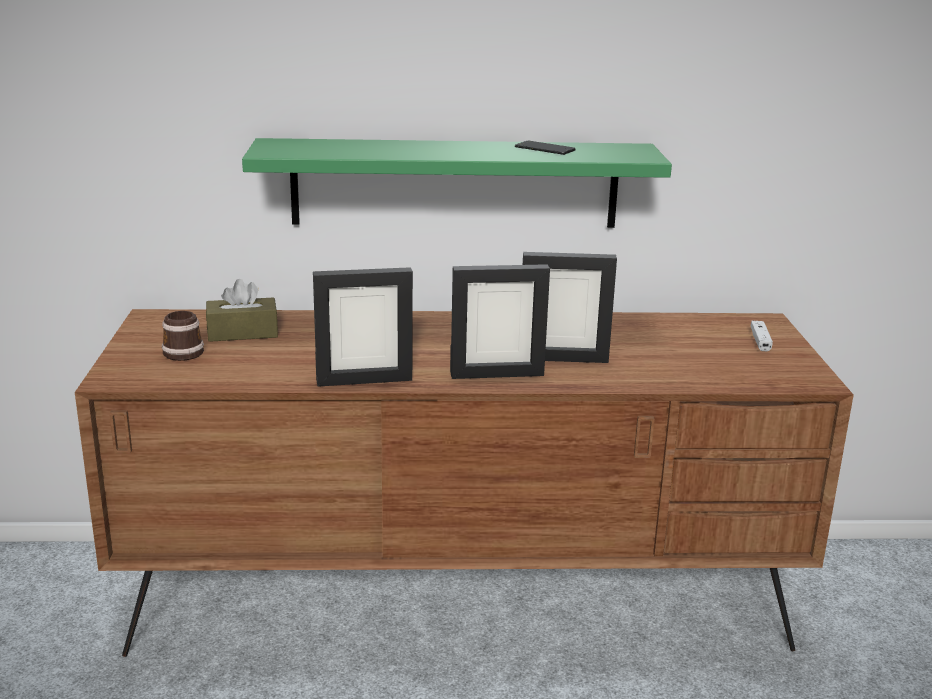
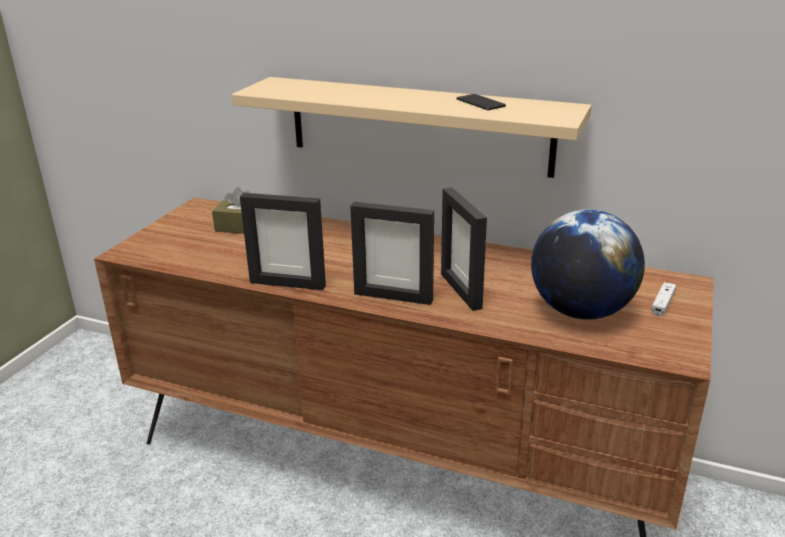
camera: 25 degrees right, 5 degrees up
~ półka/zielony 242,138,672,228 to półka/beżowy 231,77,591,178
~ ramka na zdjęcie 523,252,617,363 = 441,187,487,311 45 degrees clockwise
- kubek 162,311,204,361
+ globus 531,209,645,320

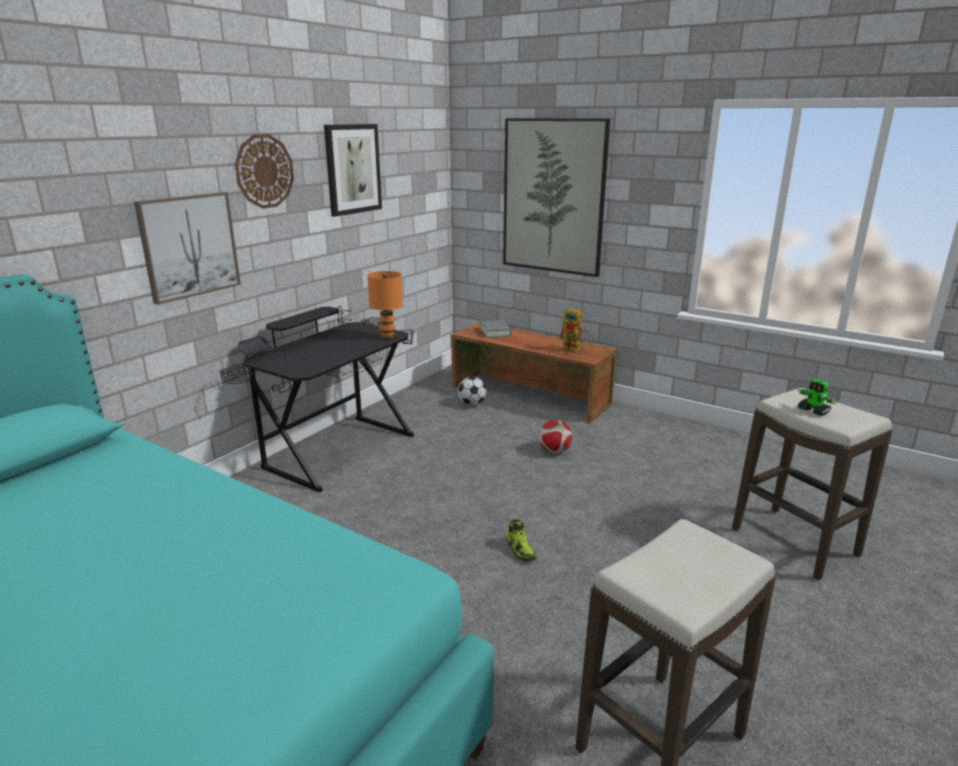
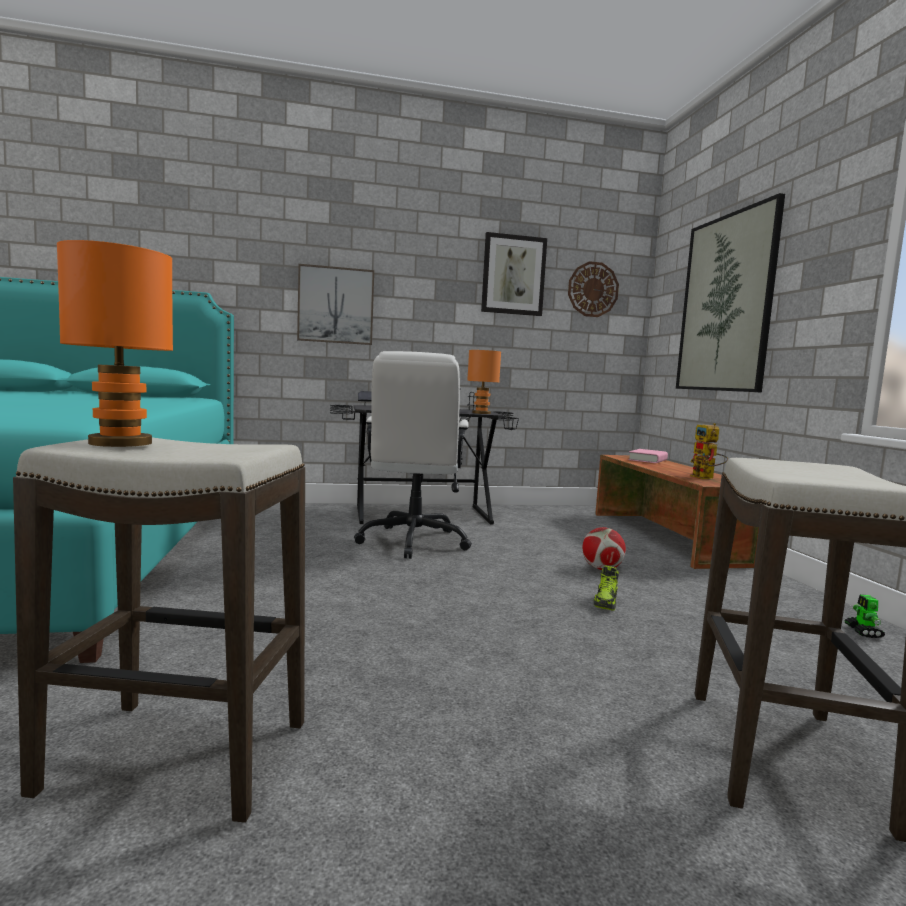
camera: 45 degrees right, 15 degrees down
~ zegar ścienny 235,134,294,209 to 568,261,619,317
~ książka/szary 480,320,512,338 to książka/różowy 628,449,668,463
- piłka futbolowa 458,377,487,406
~ robot zabawkowy 798,379,837,416 to 845,594,885,638
~ but 506,519,537,562 to 594,566,619,611
+ lampa stołowa/pomarańczowy 57,240,173,447
+ krzesło biurowe/biały 354,351,472,559

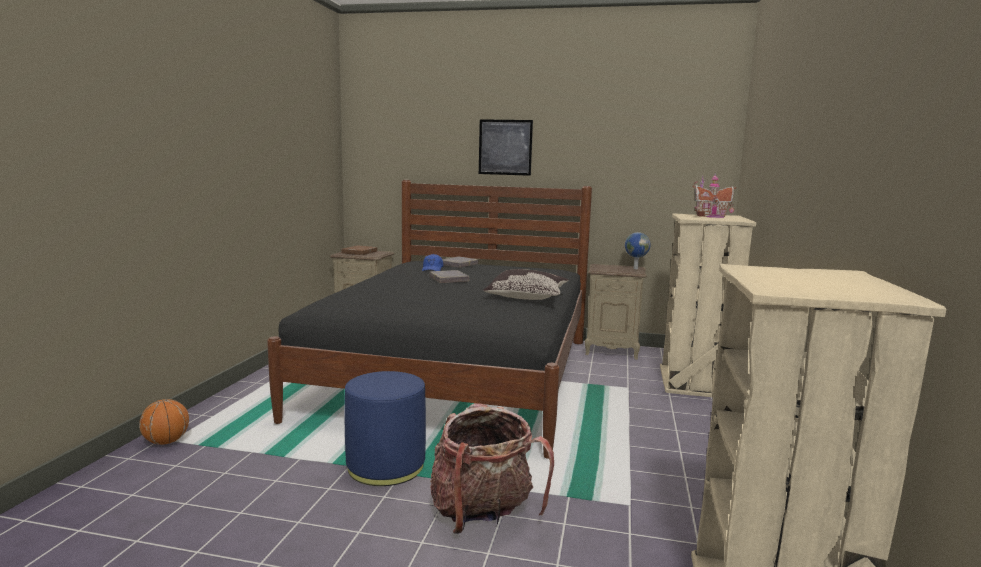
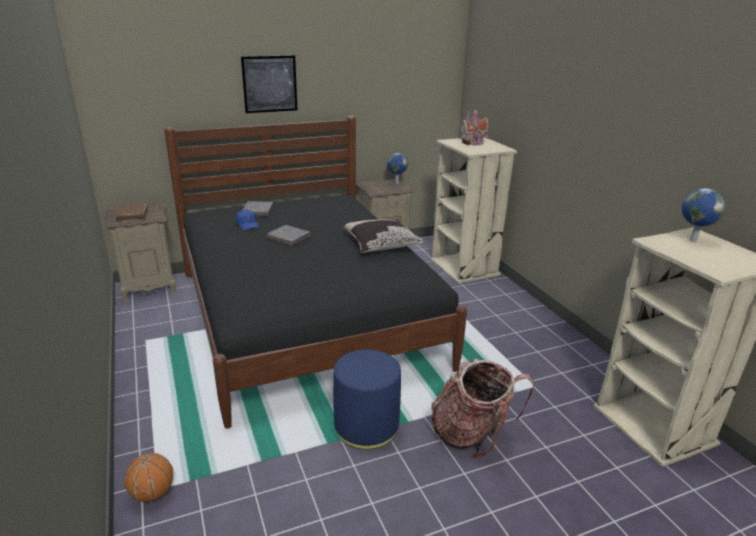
camera: 35 degrees left, 15 degrees up
+ globus 682,188,725,242

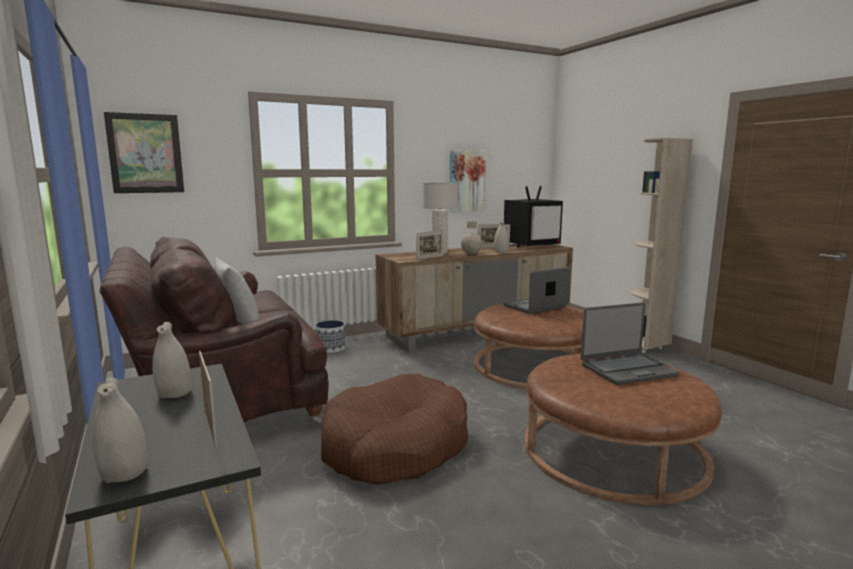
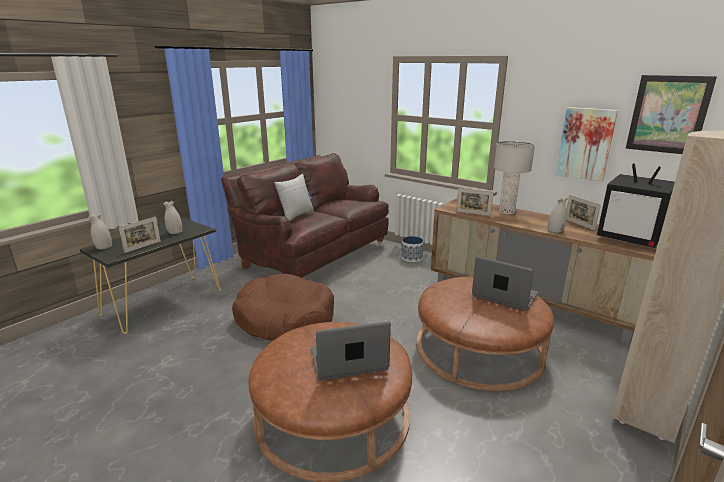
camera: 65 degrees right, 10 degrees up
~ obraz 104,112,184,193 to 626,75,717,154
- globus 461,221,482,255
~ laptop 581,302,679,385 = 311,321,391,381 120 degrees clockwise

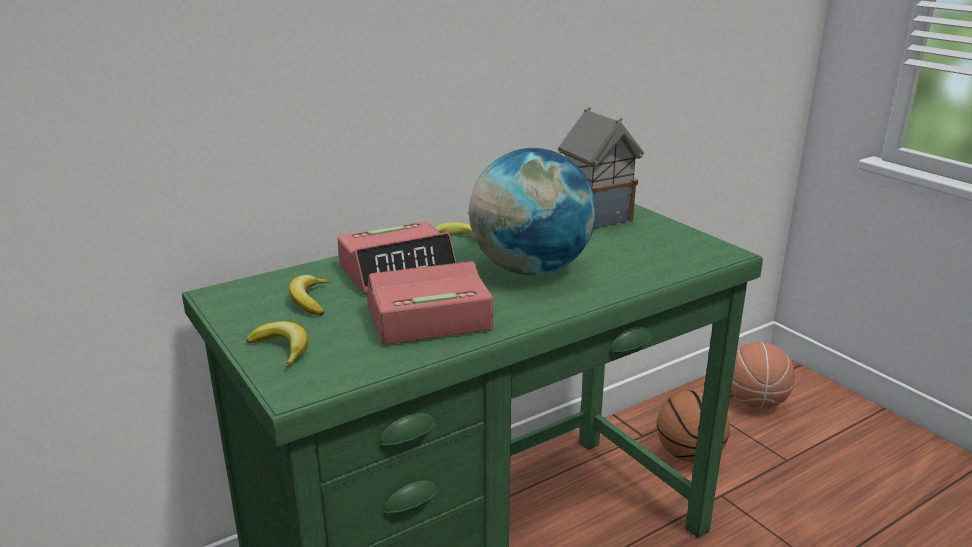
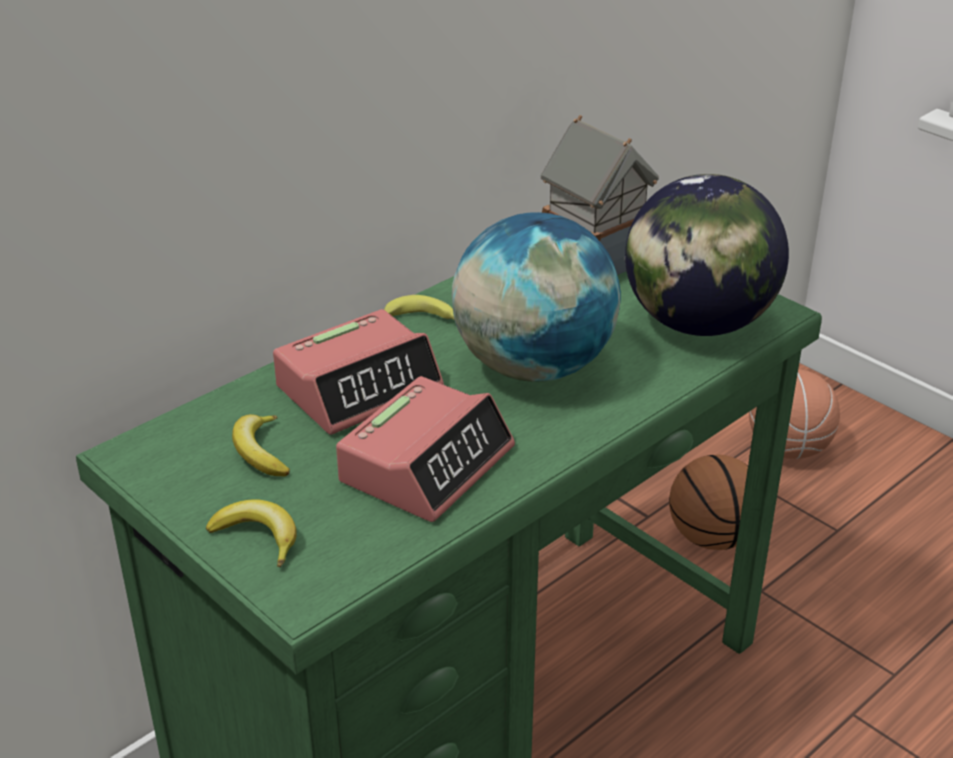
camera: 10 degrees left, 10 degrees up
~ budzik 367,261,493,345 = 336,376,515,522 150 degrees clockwise
+ globus 625,174,789,336

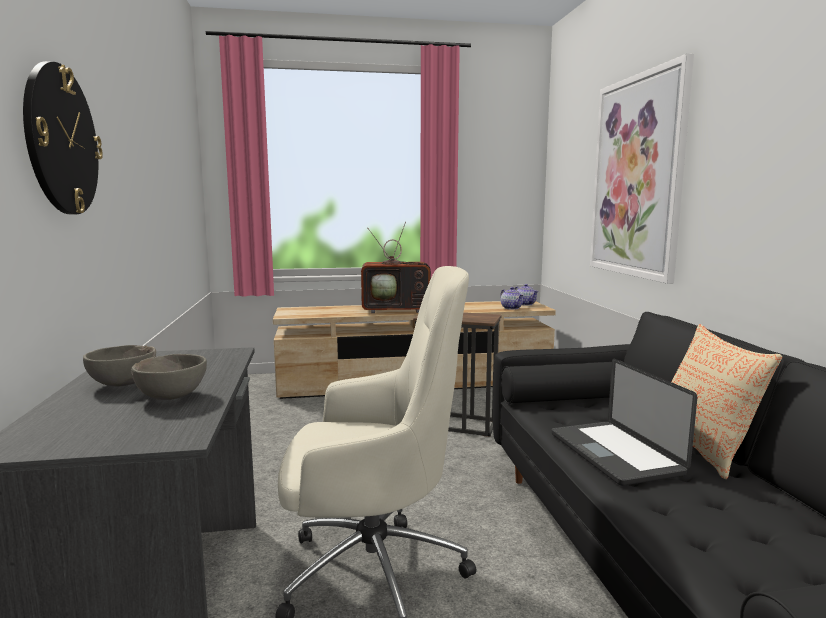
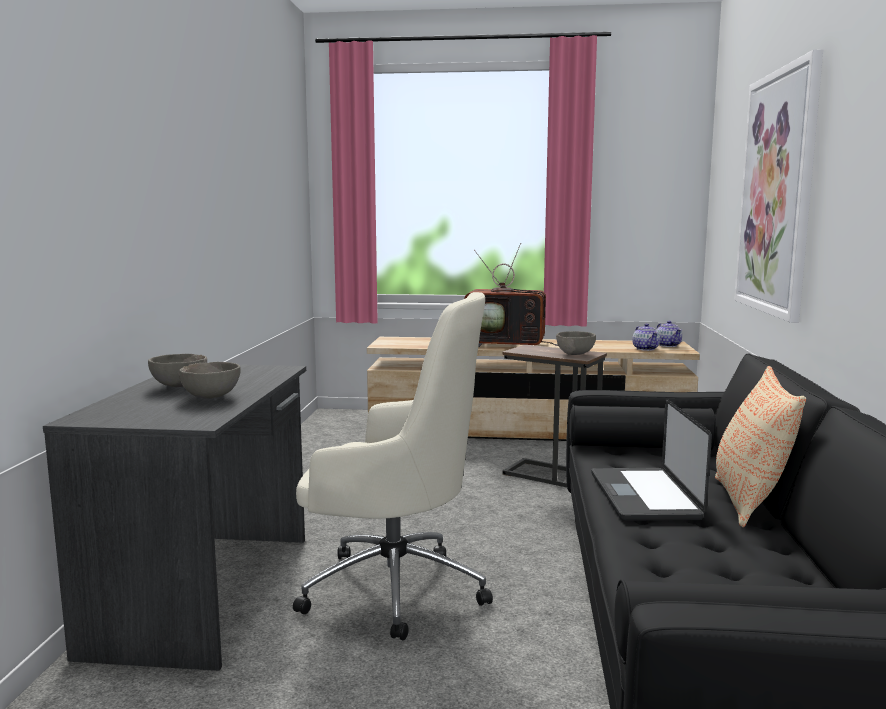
camera: 15 degrees right, 0 degrees up
- zegar ścienny 23,61,103,214
+ miska/szary 556,331,596,355

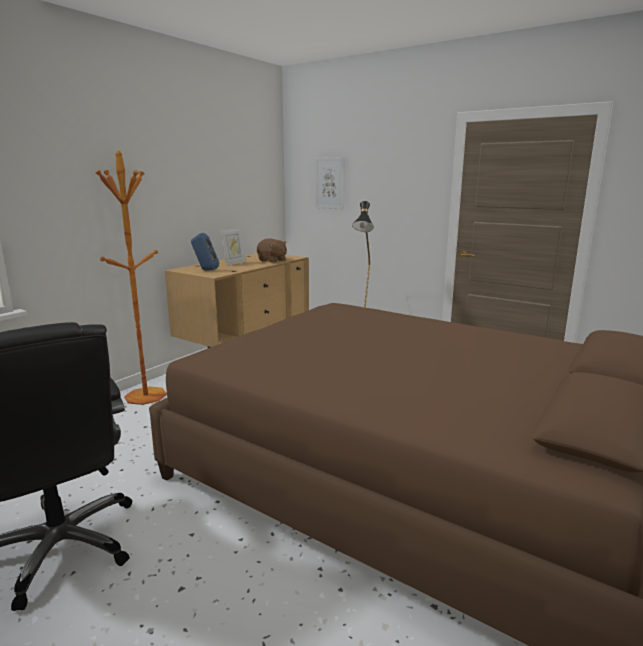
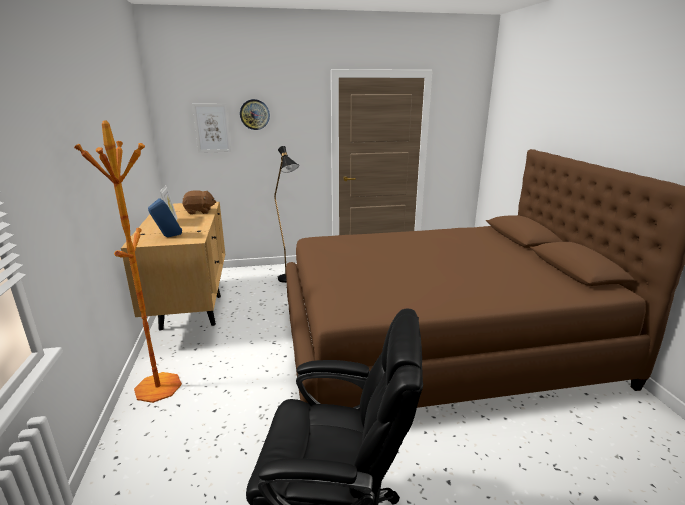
camera: 45 degrees left, 5 degrees up
+ zegar ścienny 240,99,270,130

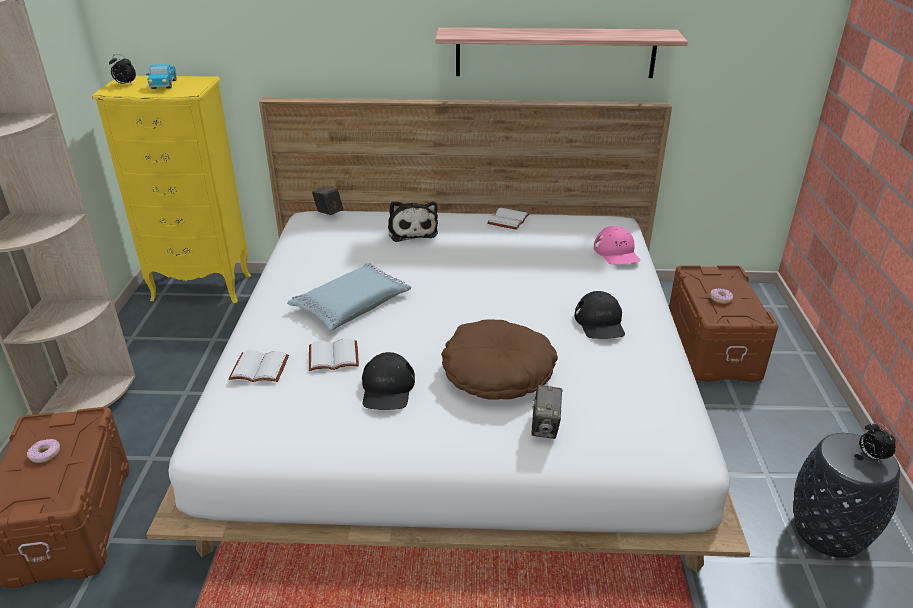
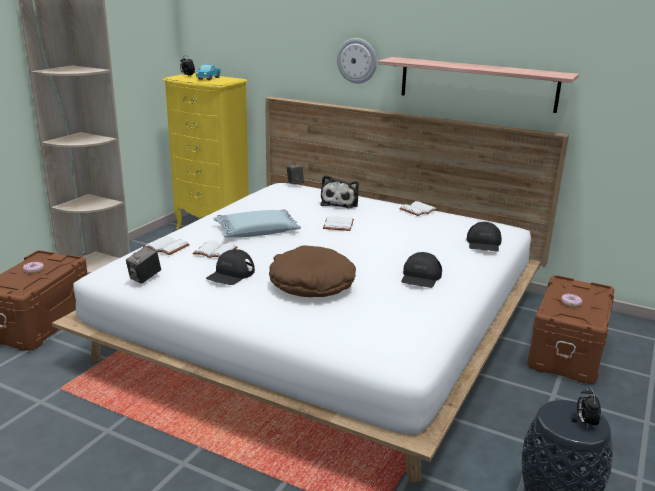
camera: 25 degrees right, 10 degrees down
~ czapka z daszkiem/różowy 594,226,641,265 to czapka z daszkiem/czarny 467,222,502,252
~ aparat fotograficzny 531,385,563,439 to 126,246,161,284
+ zegar ścienny 337,38,377,84
+ książka/biały 323,216,354,231

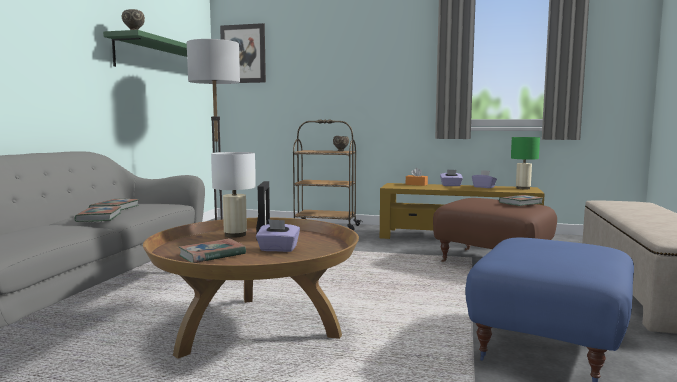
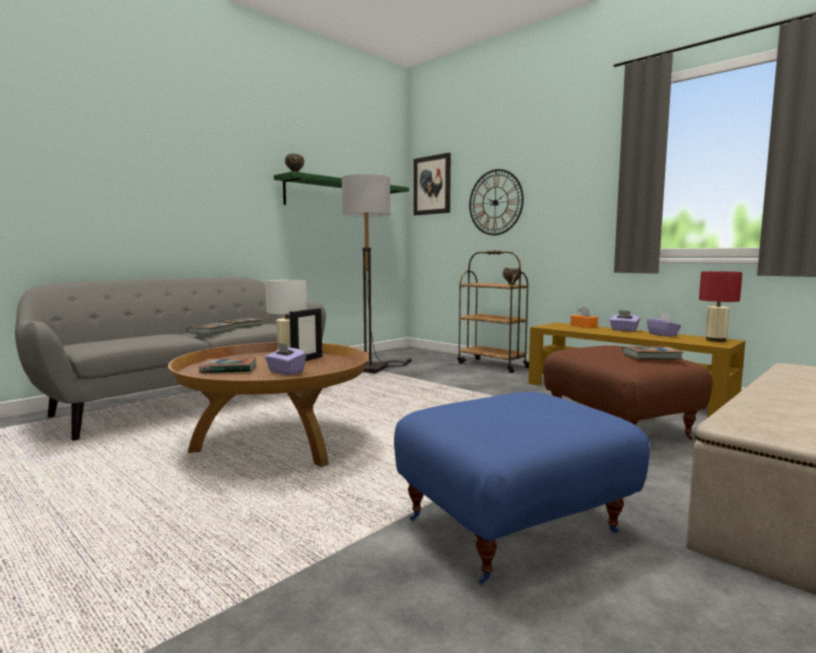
camera: 30 degrees right, 0 degrees up
~ lampa stołowa/zielony 511,137,540,189 to lampa stołowa/czerwony 699,271,742,342
+ zegar ścienny 469,169,524,235

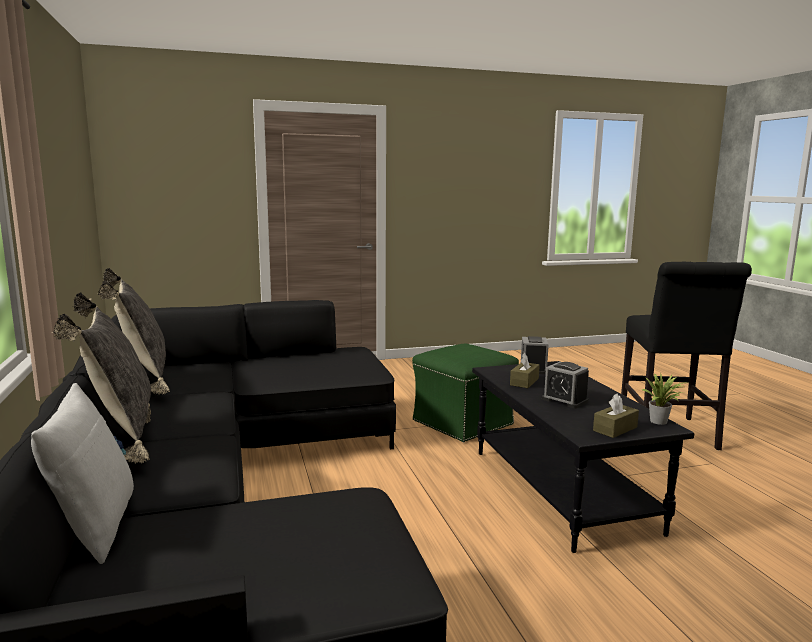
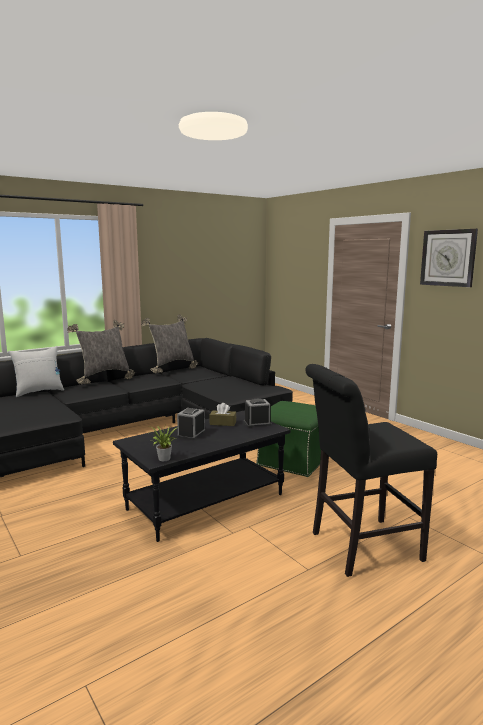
camera: 70 degrees right, 0 degrees up
- pudełko chusteczek/brązowy 593,393,639,438
+ zegar ścienny 420,229,478,287

